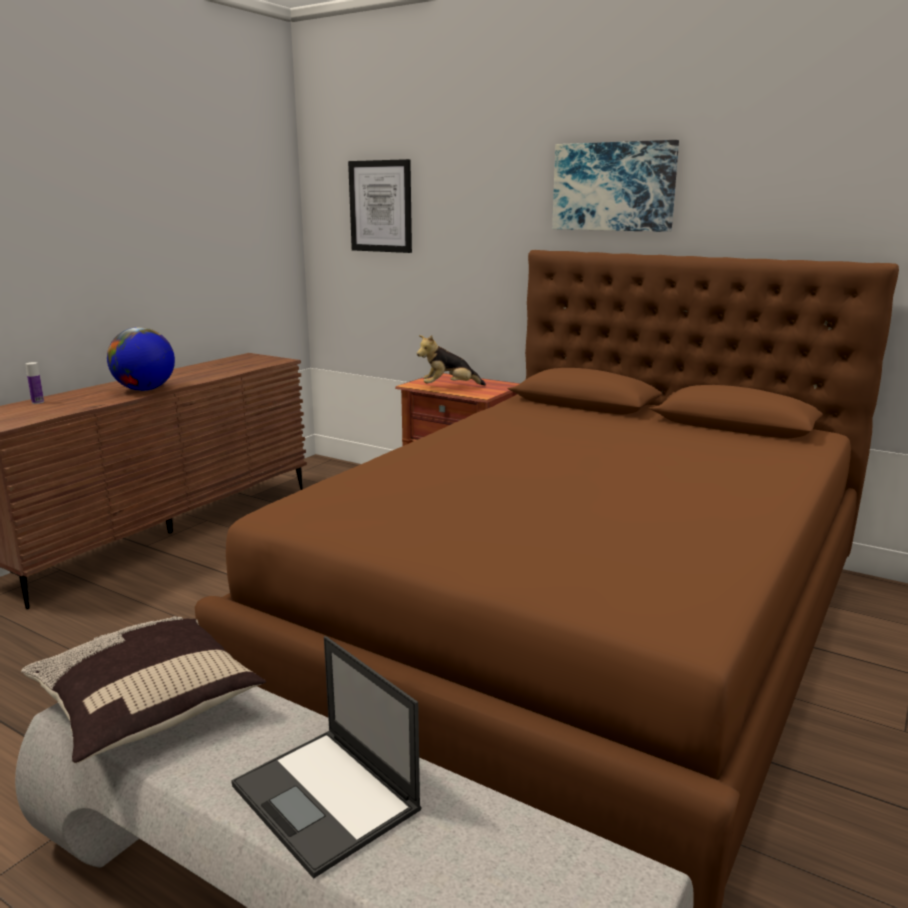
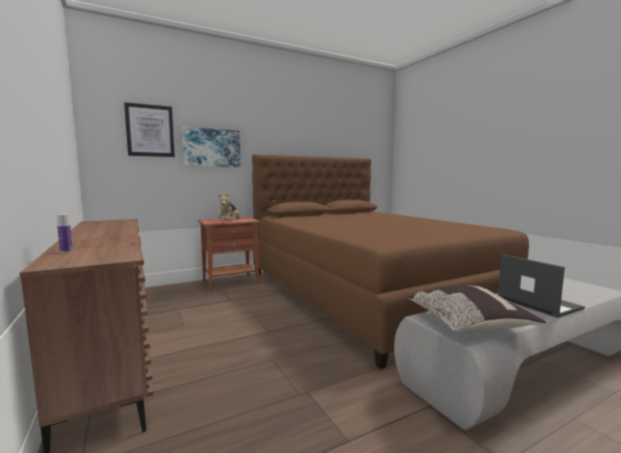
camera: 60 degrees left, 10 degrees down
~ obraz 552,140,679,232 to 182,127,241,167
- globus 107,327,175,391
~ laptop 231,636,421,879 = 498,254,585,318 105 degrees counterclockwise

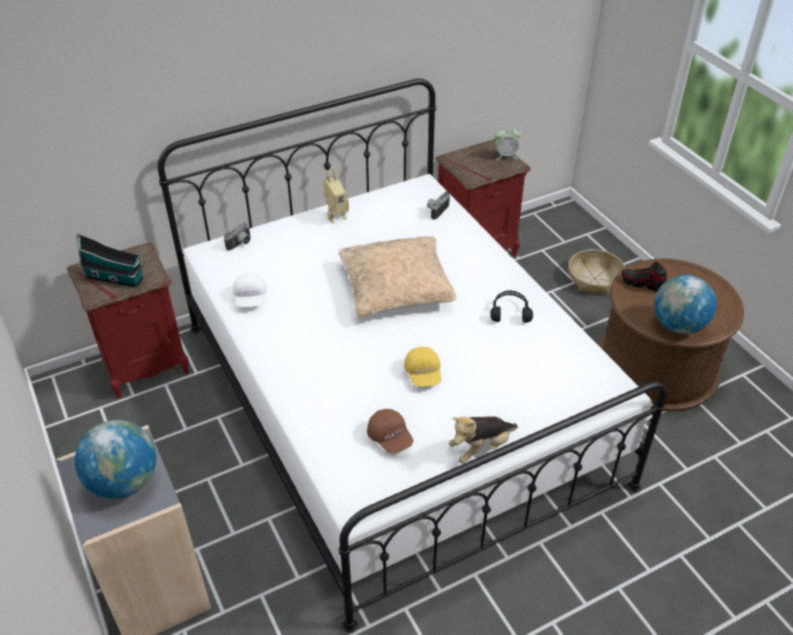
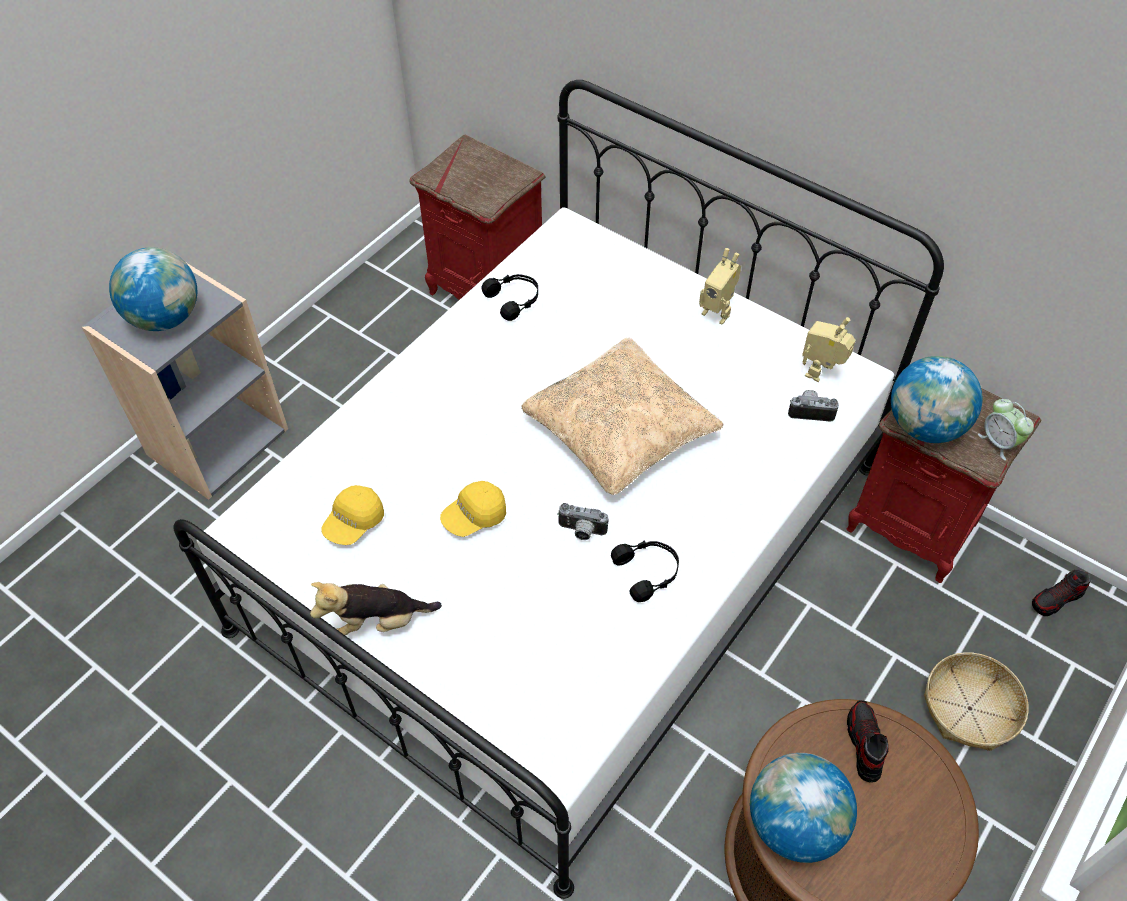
camera: 65 degrees right, 10 degrees up
~ aparat fotograficzny 224,223,251,251 to 557,503,609,540
- domek 77,234,143,287
~ czapka z daszkiem/biały 233,273,267,307 to słuchawki/czarny 482,274,538,321
~ czapka z daszkiem/brązowy 367,409,413,453 to czapka z daszkiem/żółty 321,485,384,545
~ pluszak 449,416,518,464 = 310,582,442,636 45 degrees counterclockwise
+ robot zabawkowy 802,317,856,382
+ globus 891,356,983,443
+ but 1032,569,1090,616

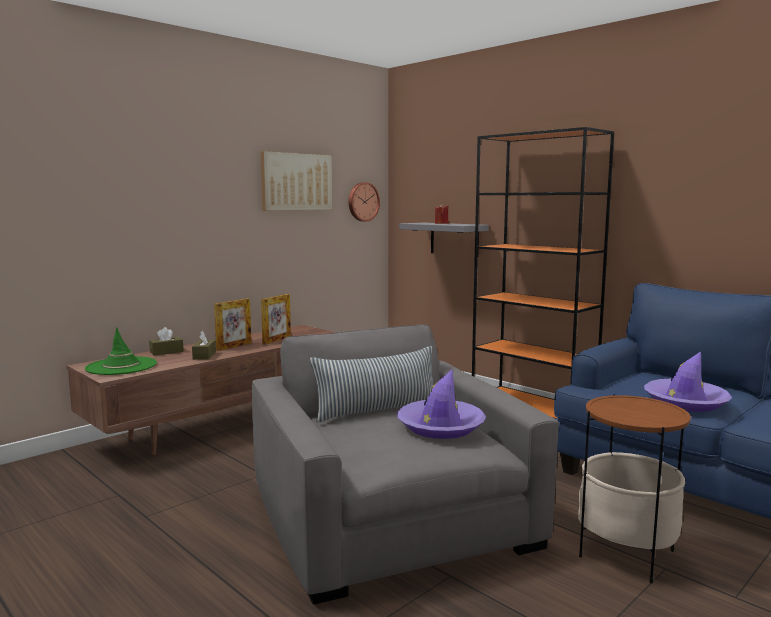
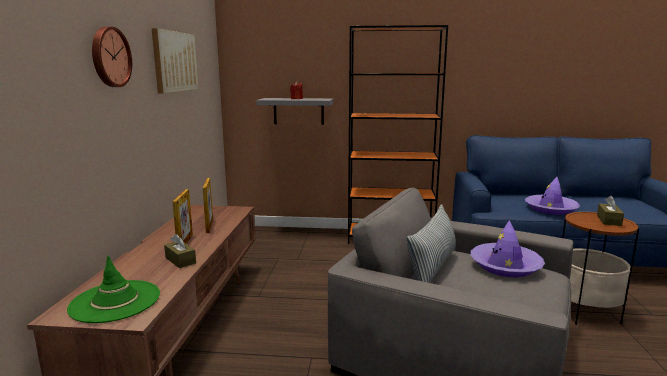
camera: 40 degrees left, 5 degrees up
~ zegar ścienny 348,182,380,222 to 92,27,132,87
~ pudełko chusteczek/brązowy 149,327,184,356 to 597,196,624,226

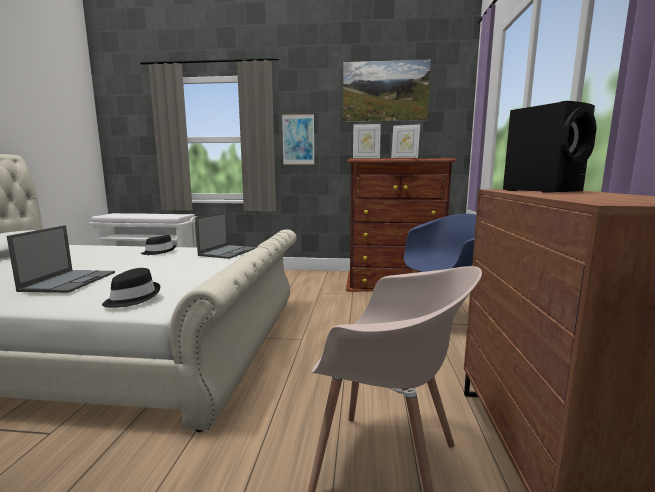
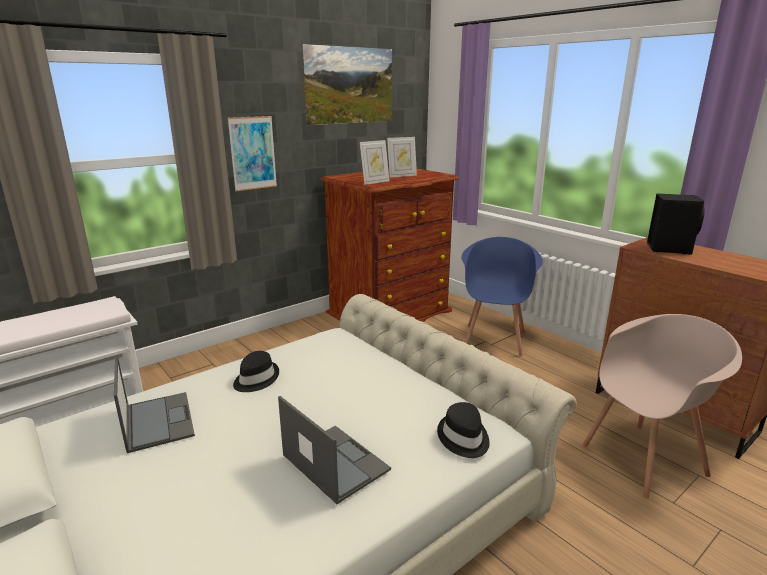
camera: 45 degrees left, 10 degrees up
~ laptop 195,212,256,259 to 114,355,195,453

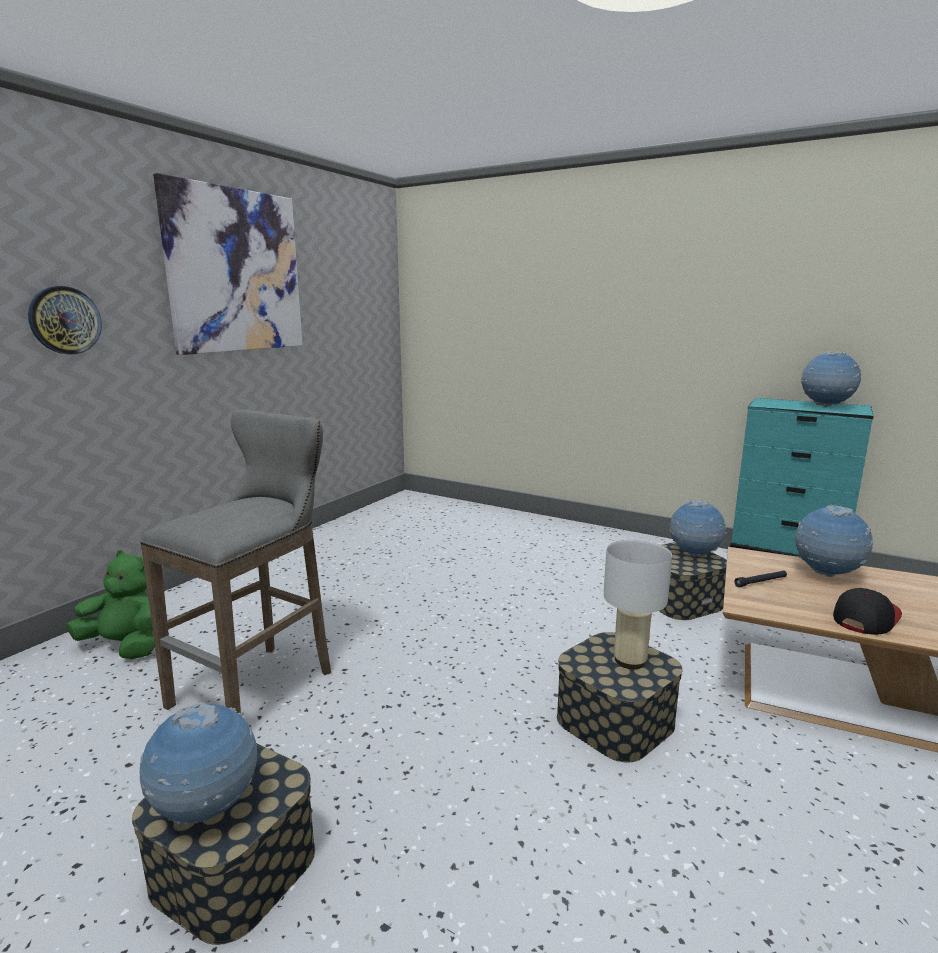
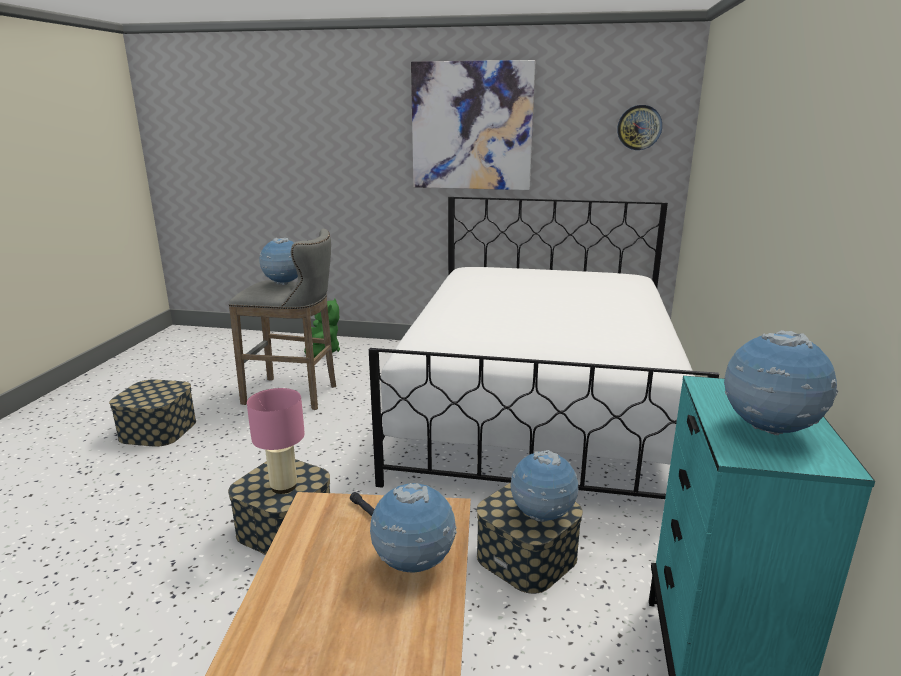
camera: 70 degrees right, 5 degrees up
~ zegar ścienny 28,286,102,355 to 617,105,662,150
~ lampa stołowa/biały 604,540,672,669 to lampa stołowa/różowy 247,388,304,494
- czapka z daszkiem 833,588,902,635
~ globus 140,702,257,826 to 260,238,298,285
+ łóżko/biały 369,197,719,499

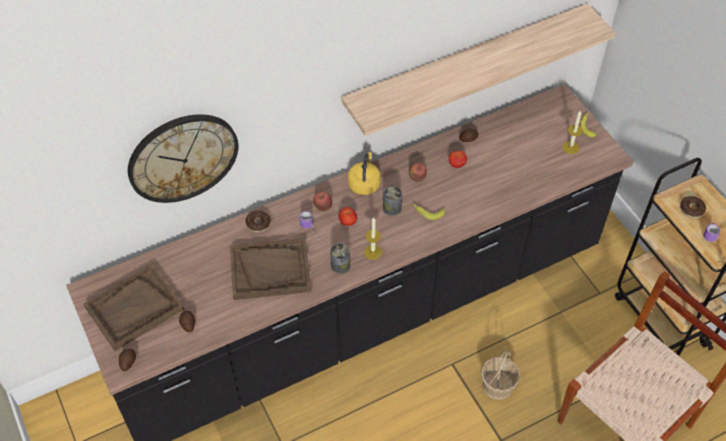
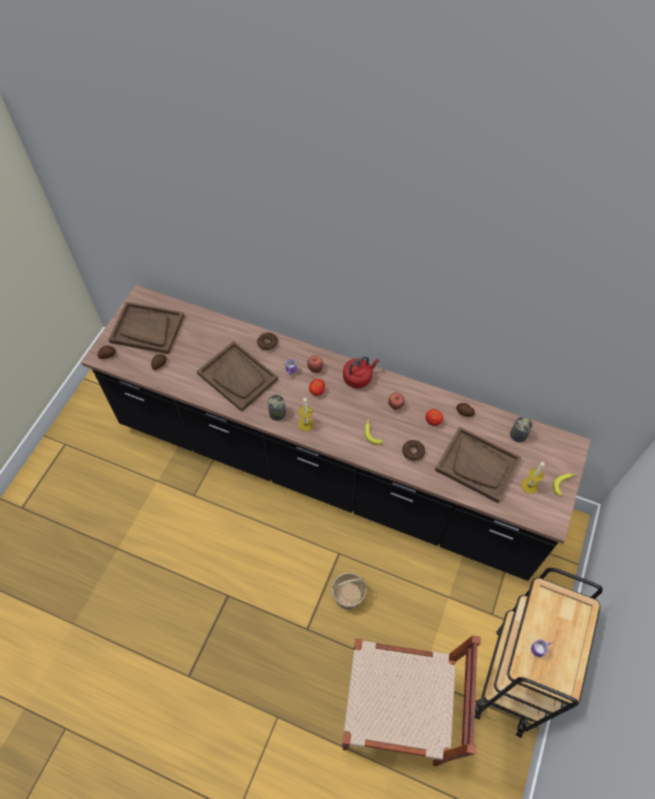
camera: 50 degrees right, 5 degrees up
- półka 341,4,615,136
- zegar ścienny 128,114,239,203
~ czajnik/żółty 348,152,380,195 to czajnik/czerwony 343,356,379,388
~ puszka 383,186,402,216 to 510,416,533,443
~ donut 680,196,706,218 to 402,440,425,461
+ taca/brązowy 435,426,522,503

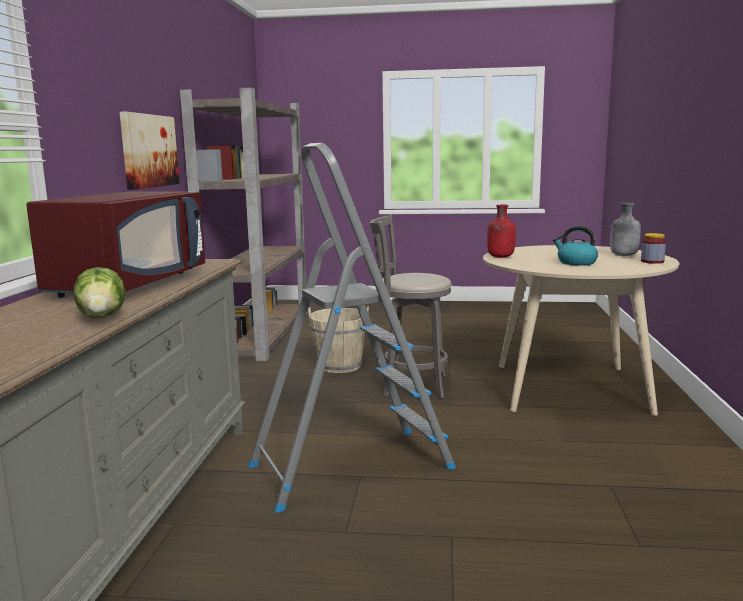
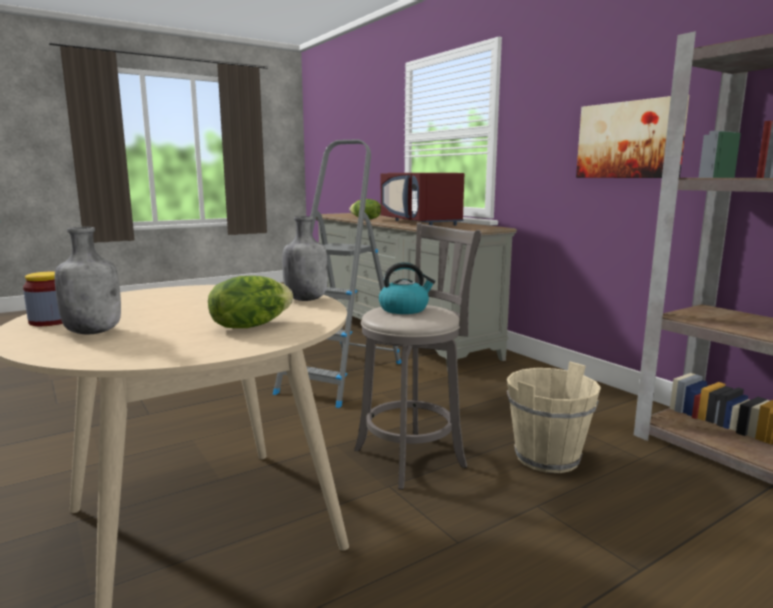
camera: 140 degrees right, 0 degrees up
~ butelka/czerwony 487,205,516,258 to butelka/szary 282,216,328,301
~ czajnik 553,226,598,266 to 379,262,436,314
+ sałata 208,276,293,328

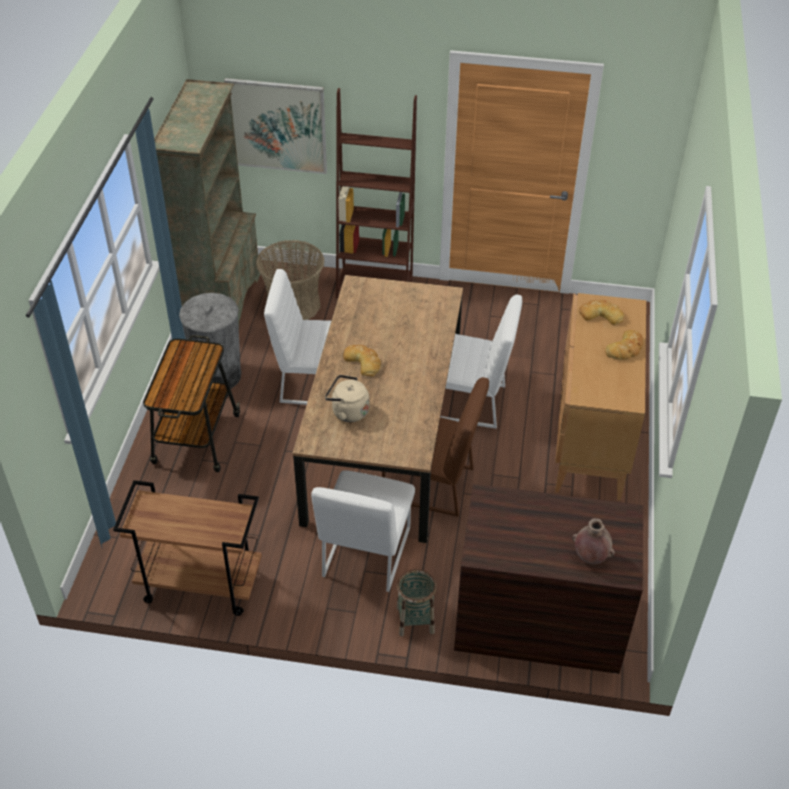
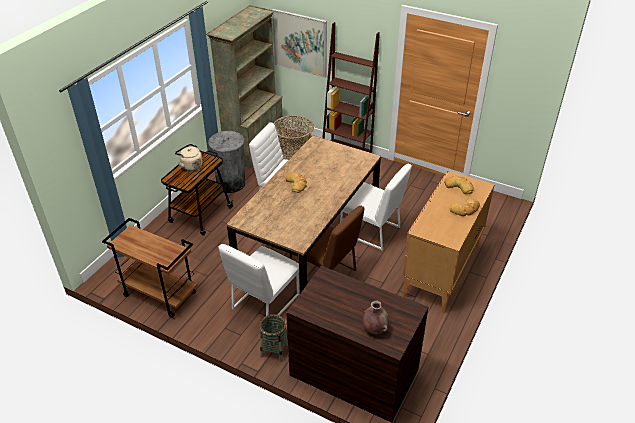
camera: 20 degrees right, 5 degrees down
~ czajnik/beżowy 325,375,369,422 to 175,144,203,171

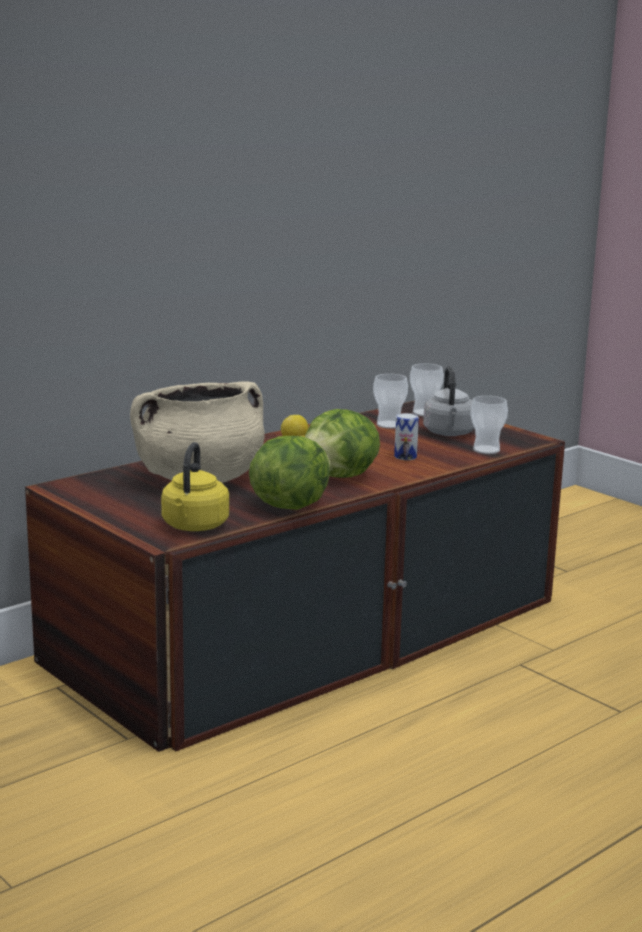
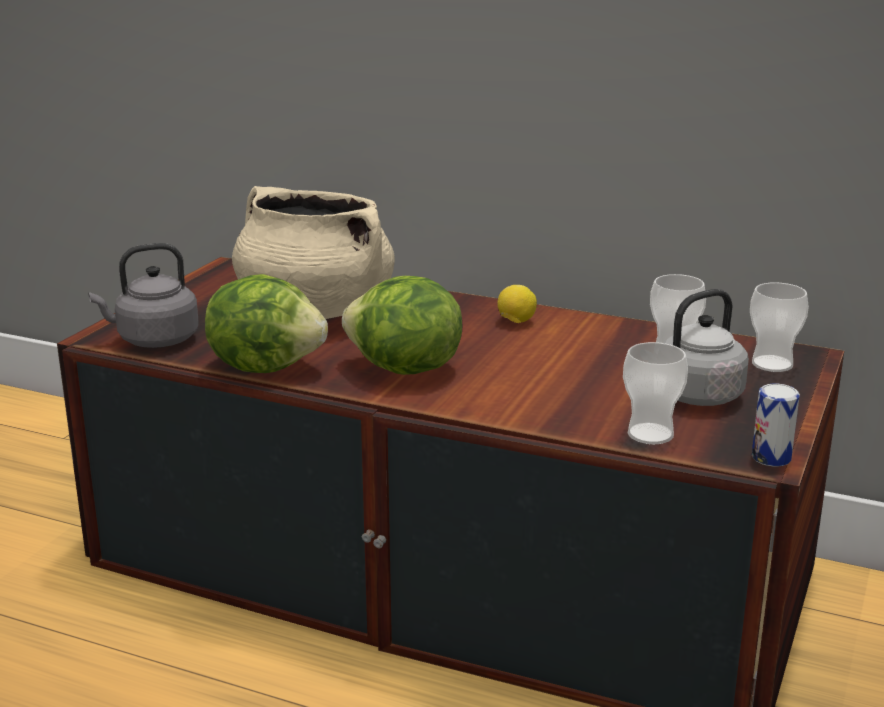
camera: 65 degrees right, 5 degrees up
~ puszka 394,413,419,460 to 752,384,800,467
~ czajnik/żółty 161,442,229,531 to czajnik/szary 88,243,199,348

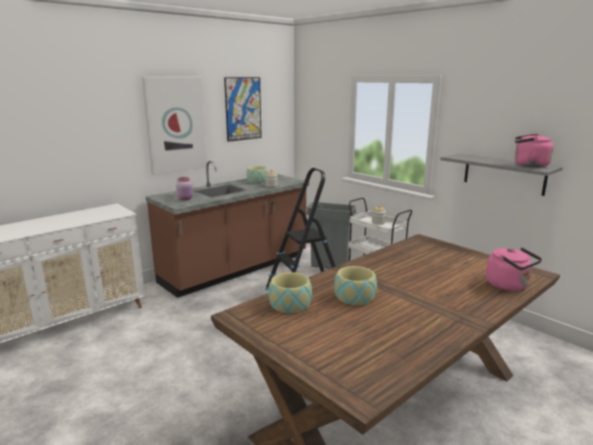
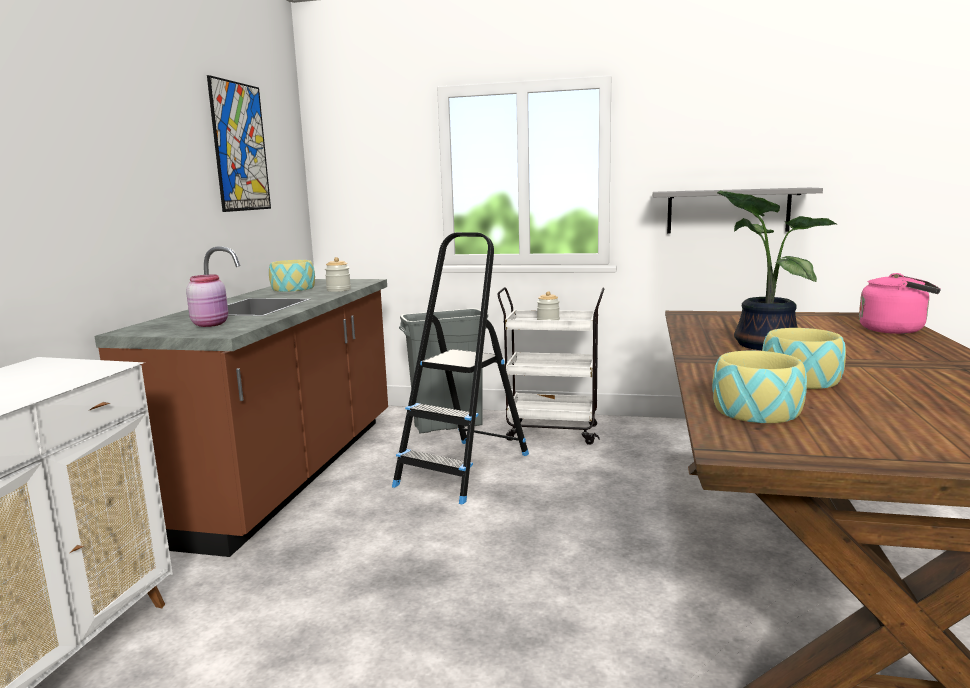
camera: 35 degrees left, 5 degrees down
- obraz 142,77,207,175
- czajnik/różowy 515,133,553,168
+ roślina doniczkowa 717,190,836,350

